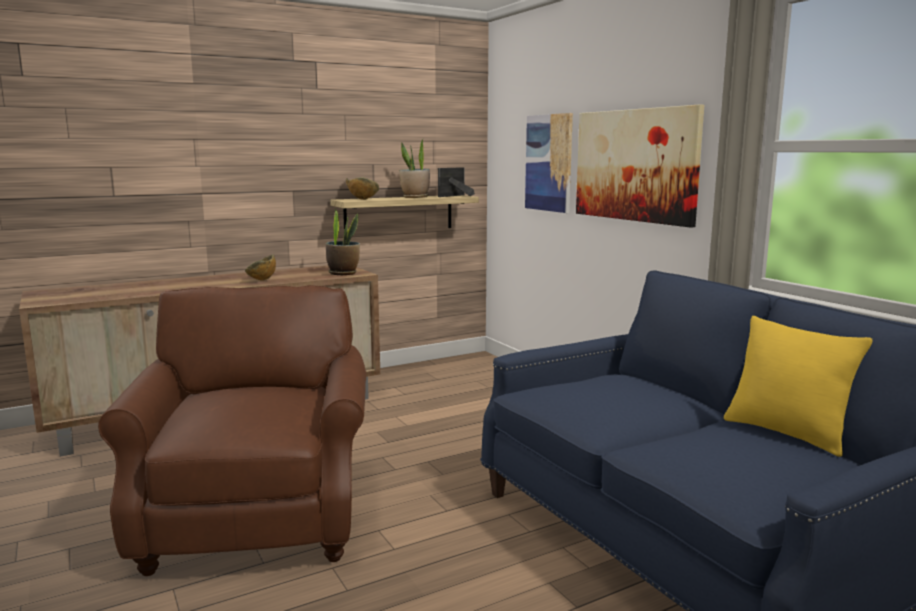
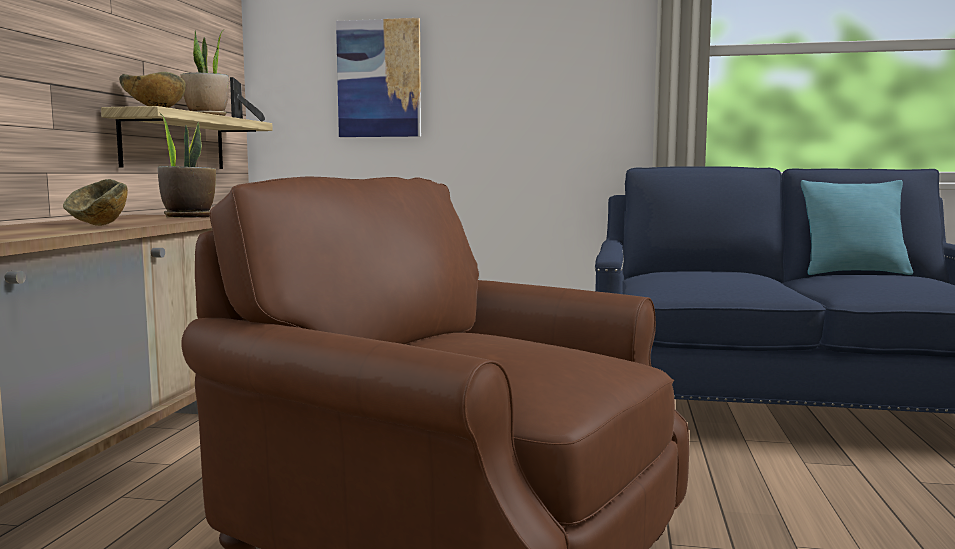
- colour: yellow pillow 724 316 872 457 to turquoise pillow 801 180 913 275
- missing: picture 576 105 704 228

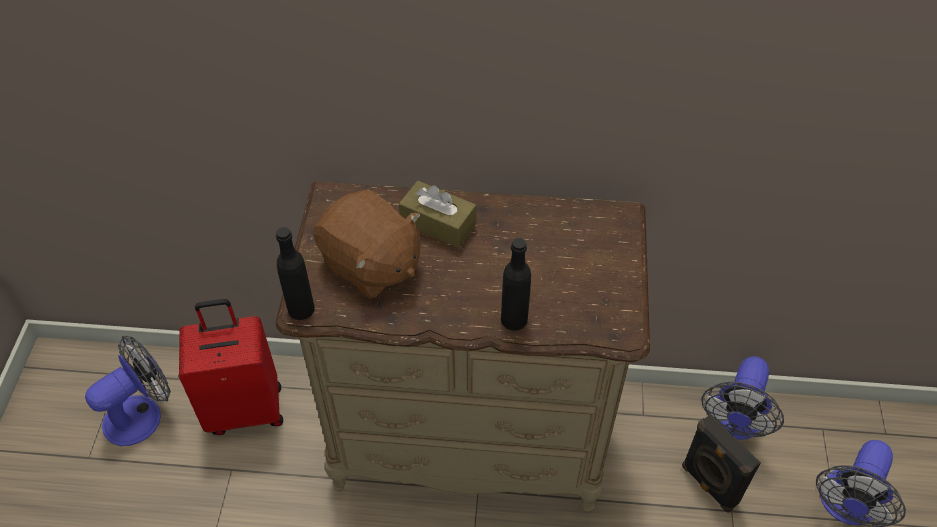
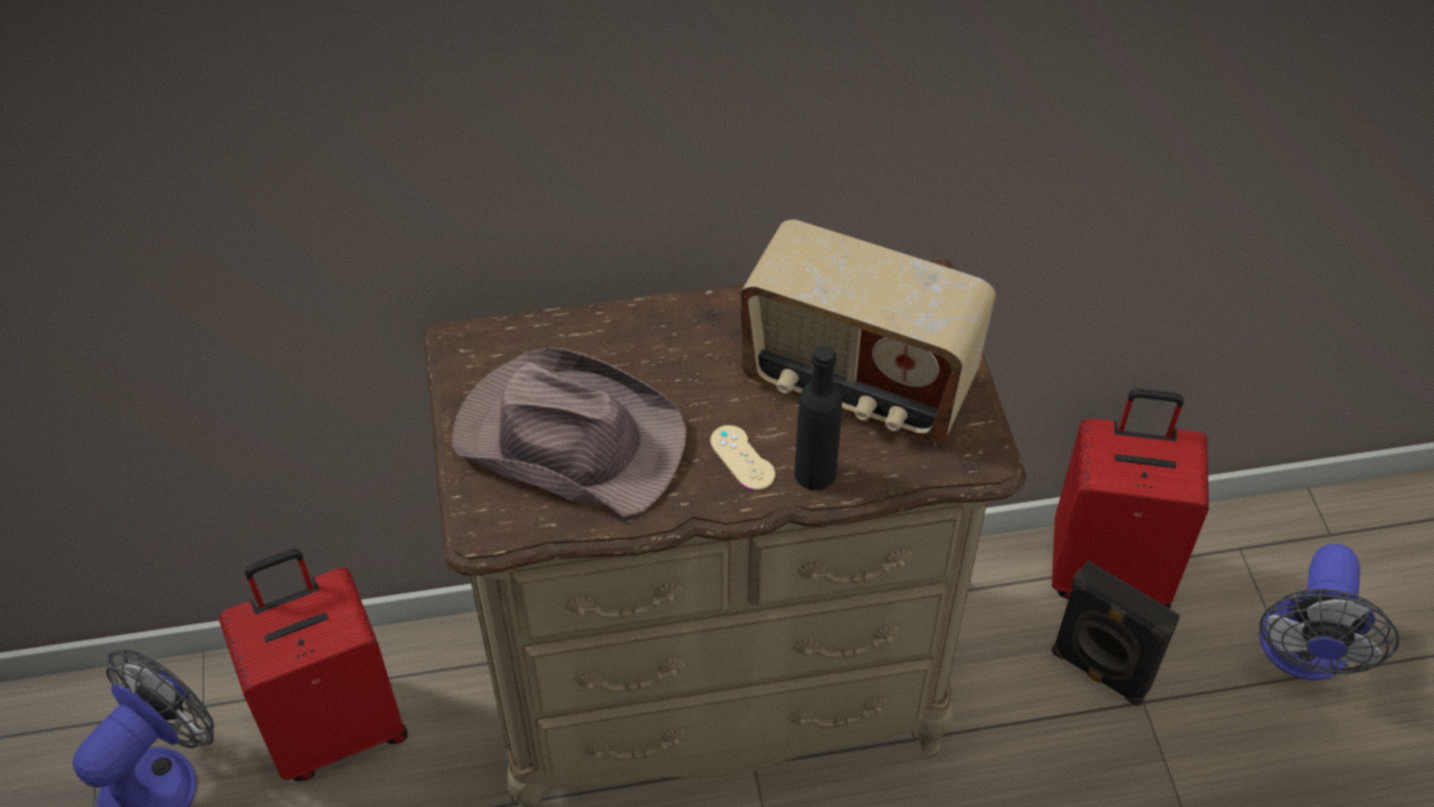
- exchanged: brown plush toy 313 190 421 299 to brown hat 452 347 687 518
- appeared: beige game controller 710 425 775 490
- appeared: radio 741 220 996 443
- exchanged: fan 701 356 784 440 to red suitcase 1052 389 1209 609
- missing: black bottle 276 227 315 320
- missing: brown tissue box 399 180 477 248

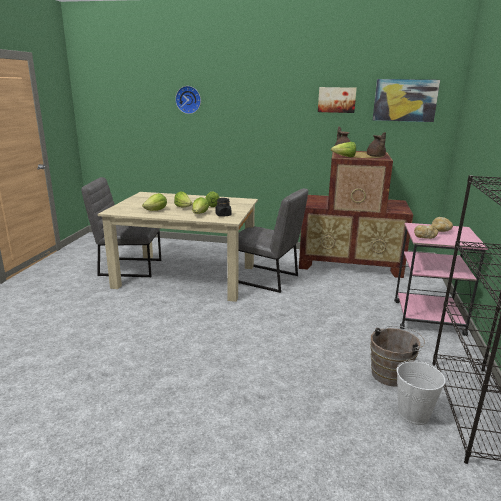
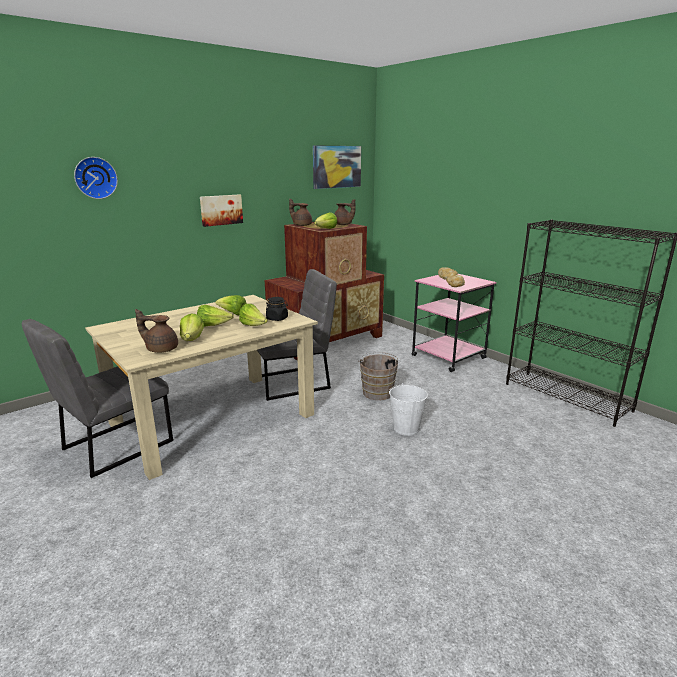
- appeared: brown teapot 135 309 178 353
- relocated: picture 318 87 357 113 to 200 195 243 227
- relocated: brown bucket 370 326 425 387 to 358 352 401 400
- relocated: white bucket 397 360 445 425 to 389 383 428 436

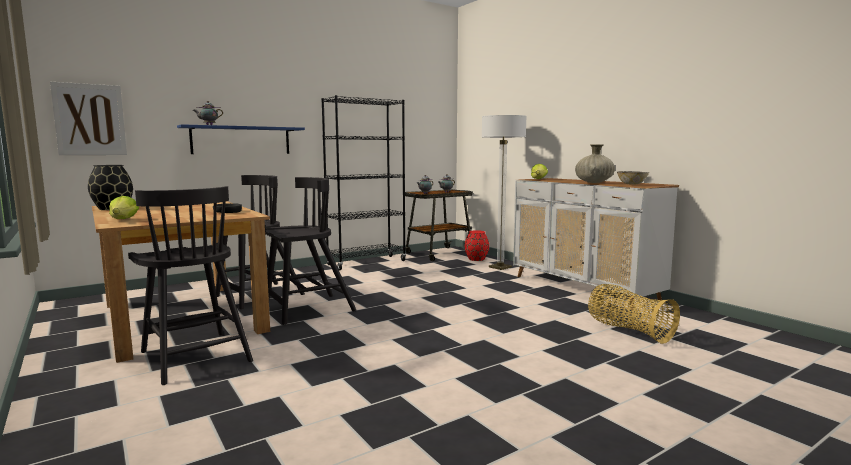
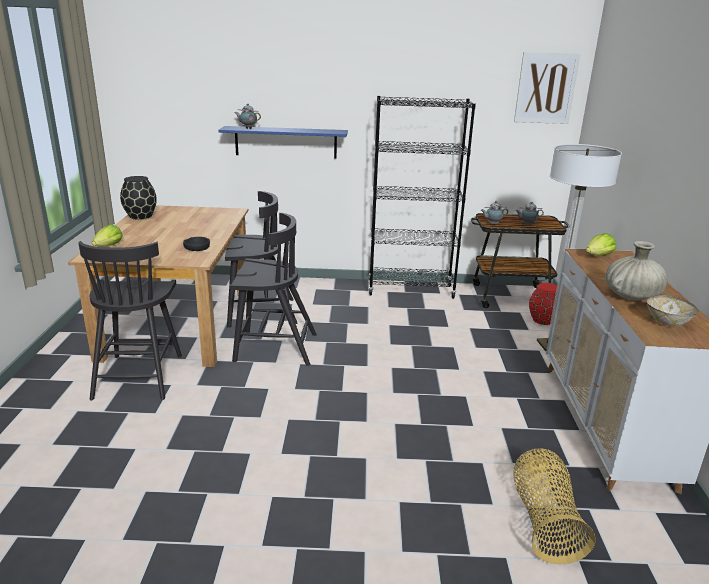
- relocated: picture 50 82 127 155 to 514 52 580 124

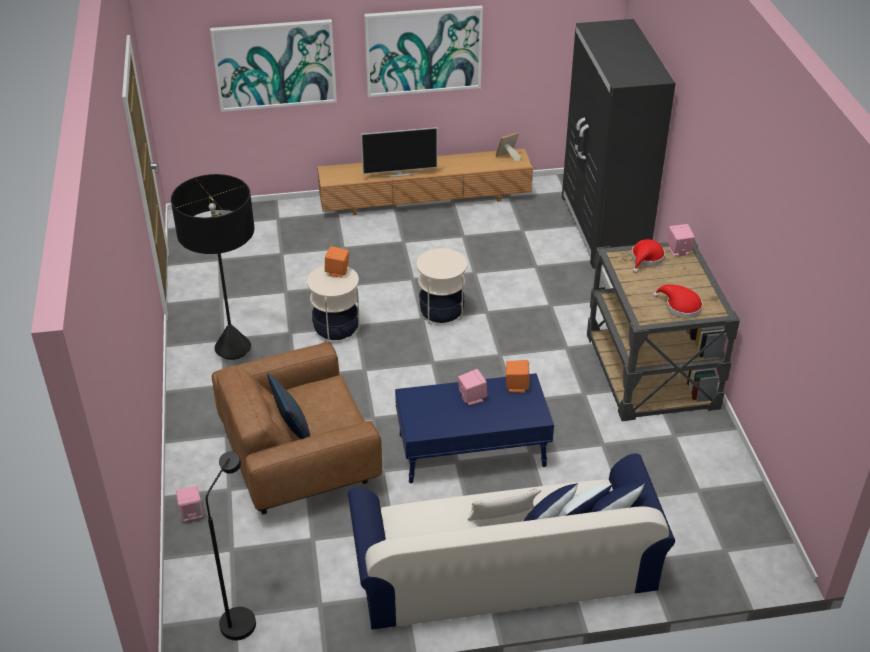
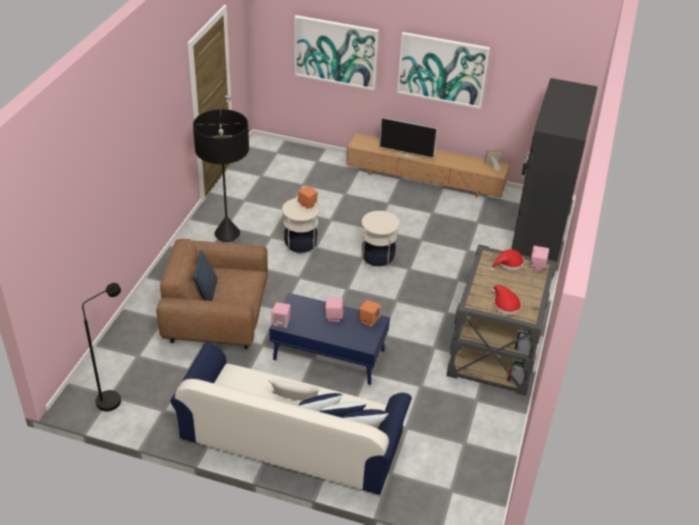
- relocated: pink speaker 176 486 203 522 to 272 302 290 328

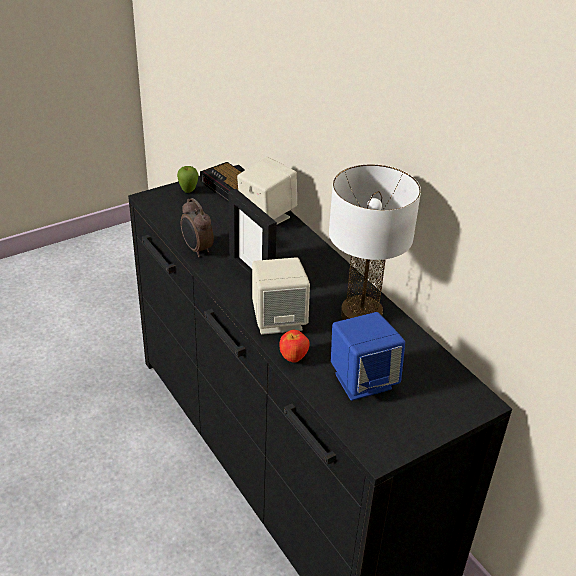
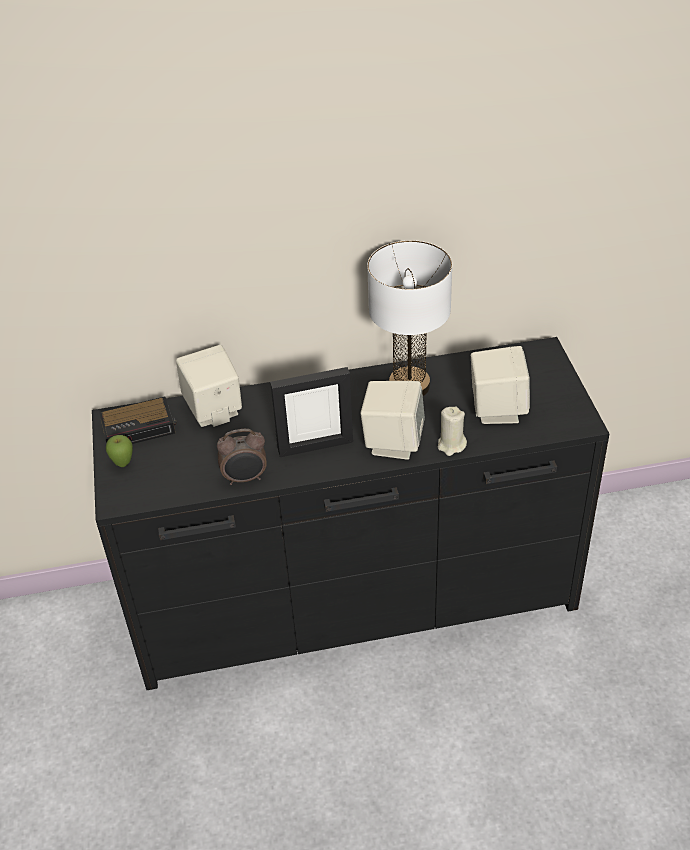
- exchanged: apple 279 330 310 363 to beige candle 438 407 467 456
- colour: blue speaker 331 312 405 401 to beige speaker 471 346 530 424

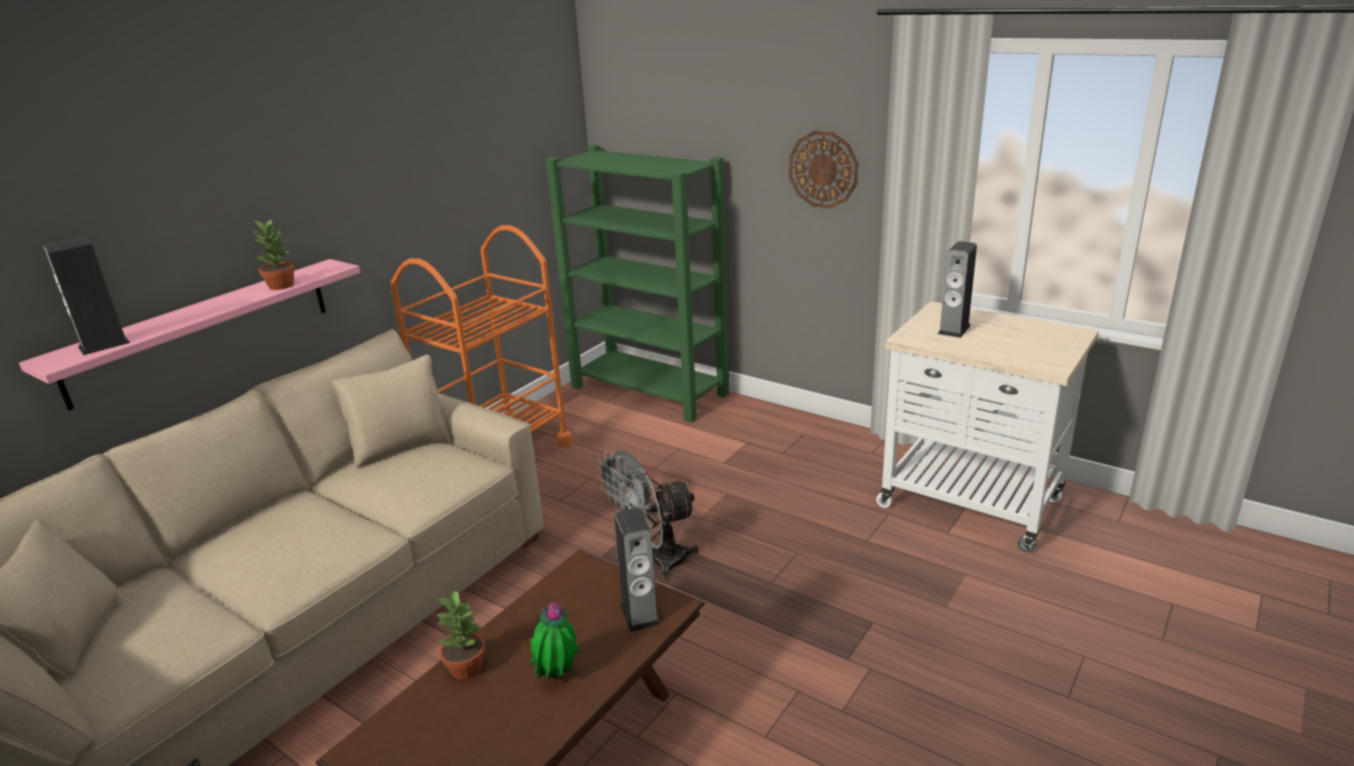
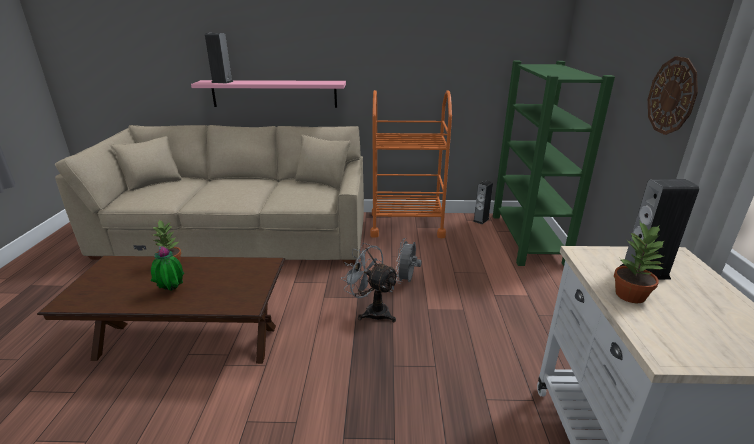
- relocated: speaker 614 508 660 632 to 473 180 493 224
- relocated: potted plant 251 219 295 290 to 614 220 665 303

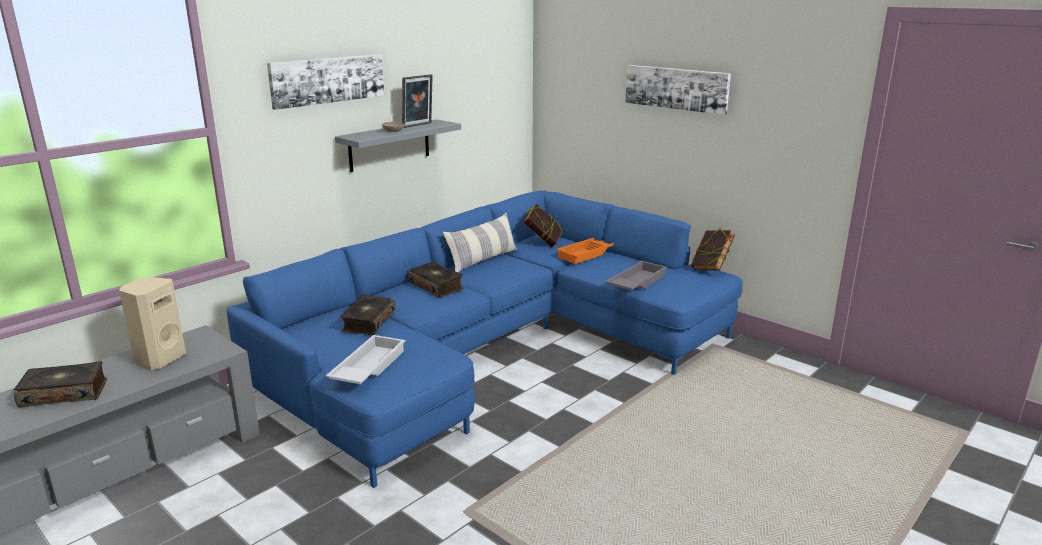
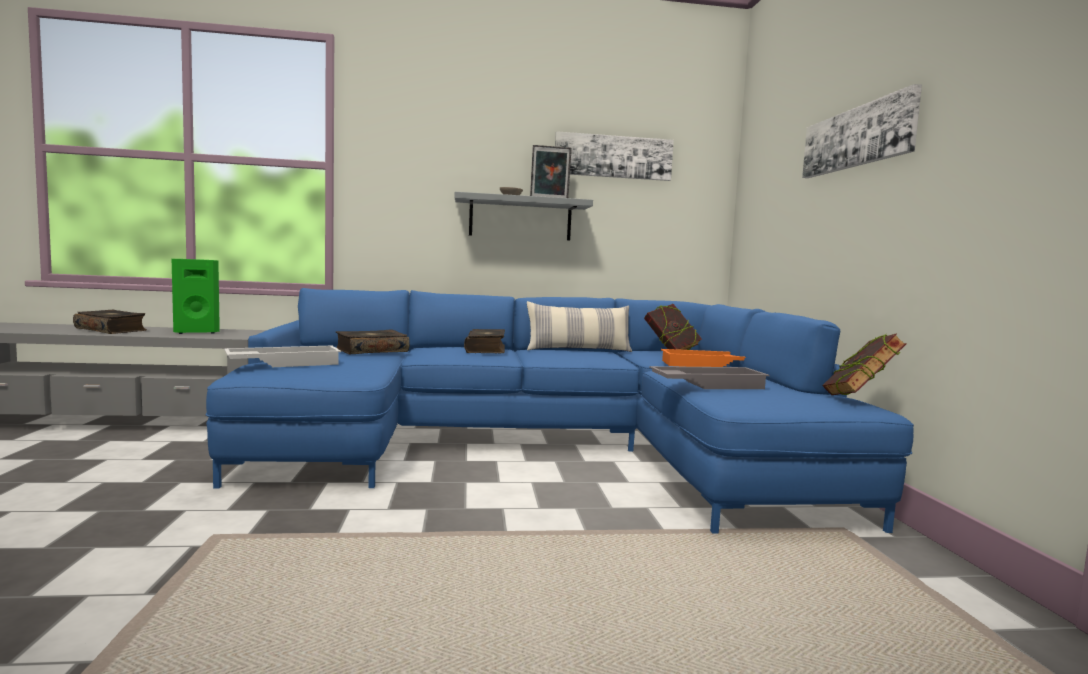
- colour: beige speaker 119 277 186 370 to green speaker 172 259 220 334
- relocated: picture 267 54 384 110 to 555 131 674 181

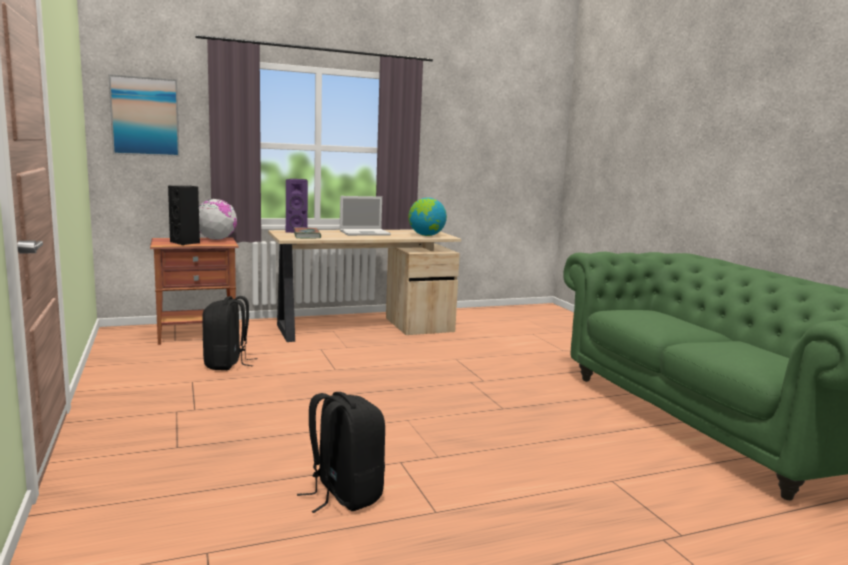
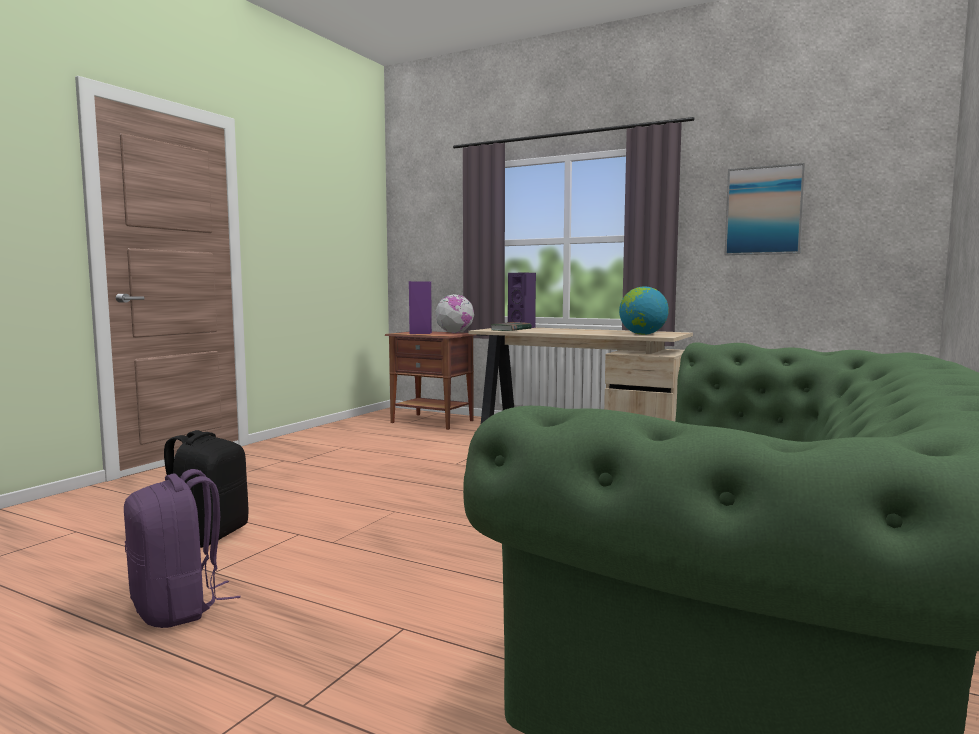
- appeared: purple backpack 124 469 240 628
- colour: black speaker 168 186 200 245 to purple speaker 409 281 432 334
- relocated: picture 108 74 180 157 to 725 163 805 255
- missing: black backpack 202 296 258 370
- missing: laptop 340 196 391 236

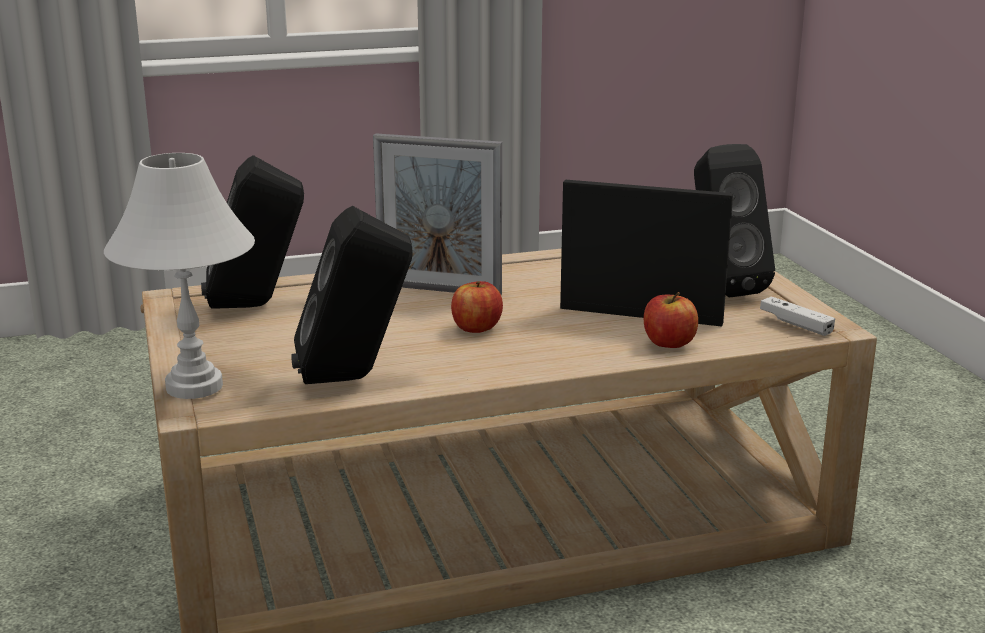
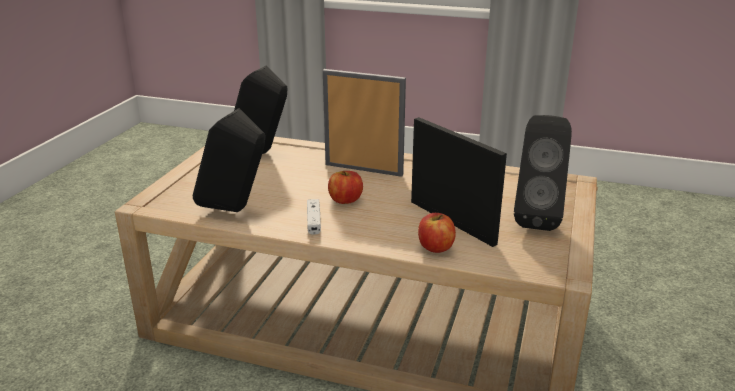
- relocated: white game controller 760 296 835 336 to 307 199 321 234
- spun: picture frame 373 133 502 295 = 323 69 406 177 150 degrees clockwise
- missing: white table lamp 104 153 255 399

